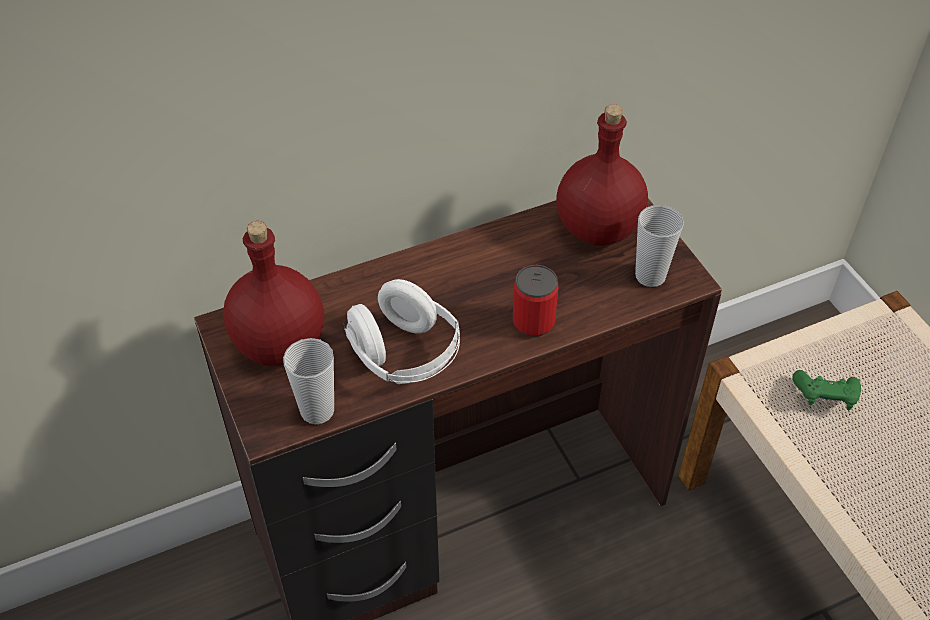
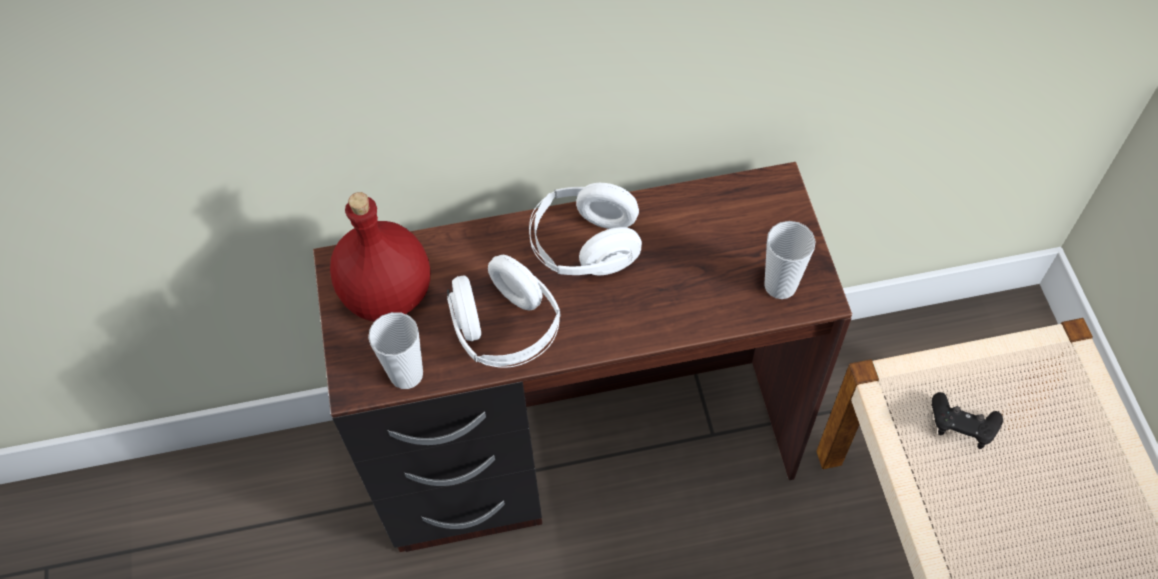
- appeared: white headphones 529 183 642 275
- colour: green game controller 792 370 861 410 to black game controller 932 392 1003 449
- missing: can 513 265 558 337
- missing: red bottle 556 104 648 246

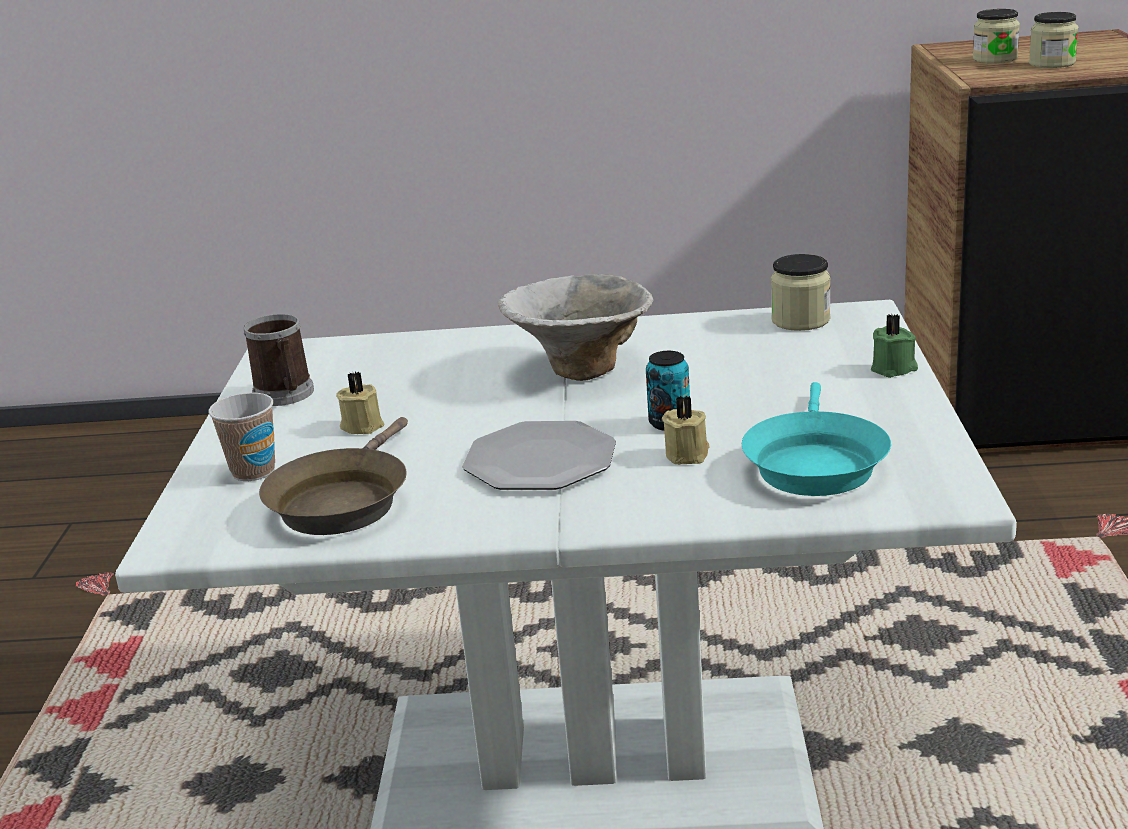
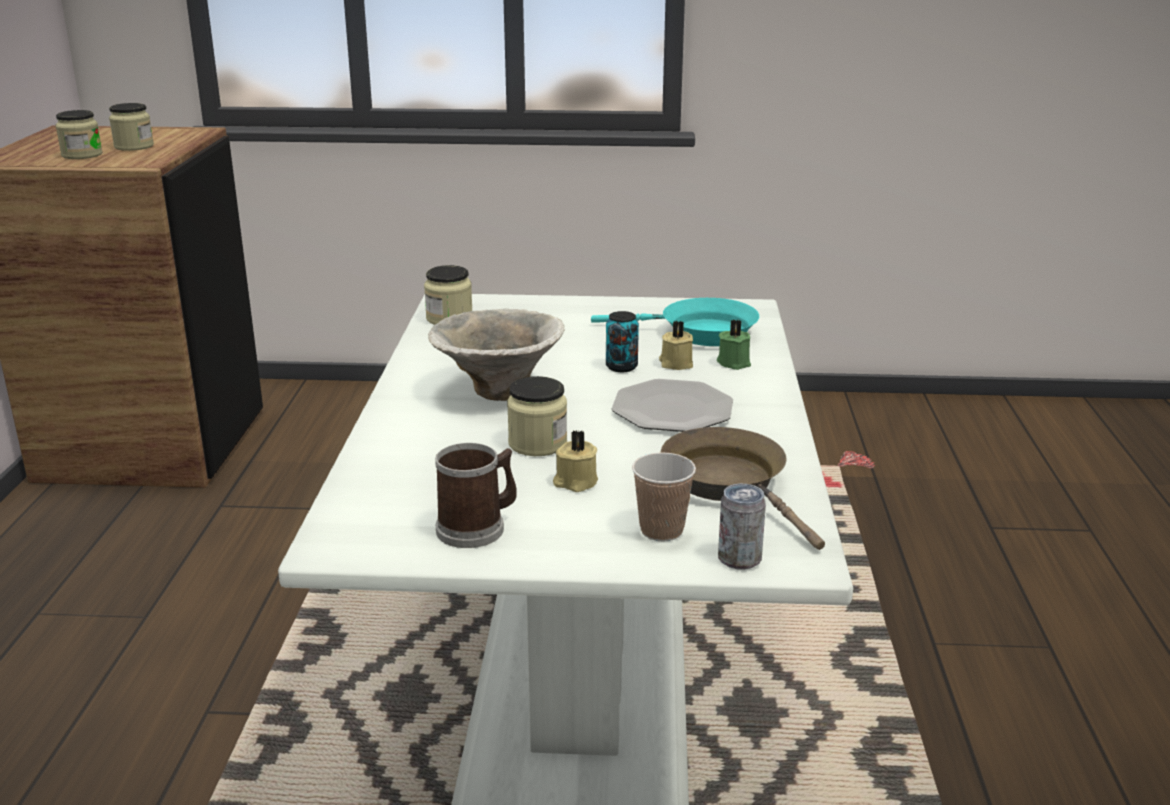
- appeared: jar 507 376 567 456
- spun: brown frying pan 259 417 408 535 = 660 427 825 550 135 degrees counterclockwise
- relocated: green candle 871 314 918 378 to 717 319 751 370
- appeared: can 718 484 766 570

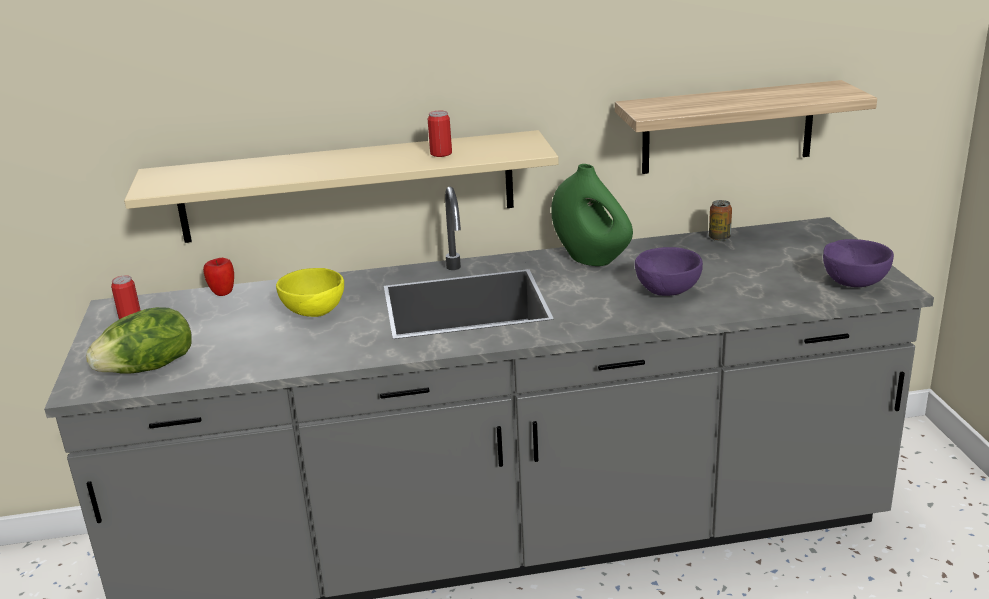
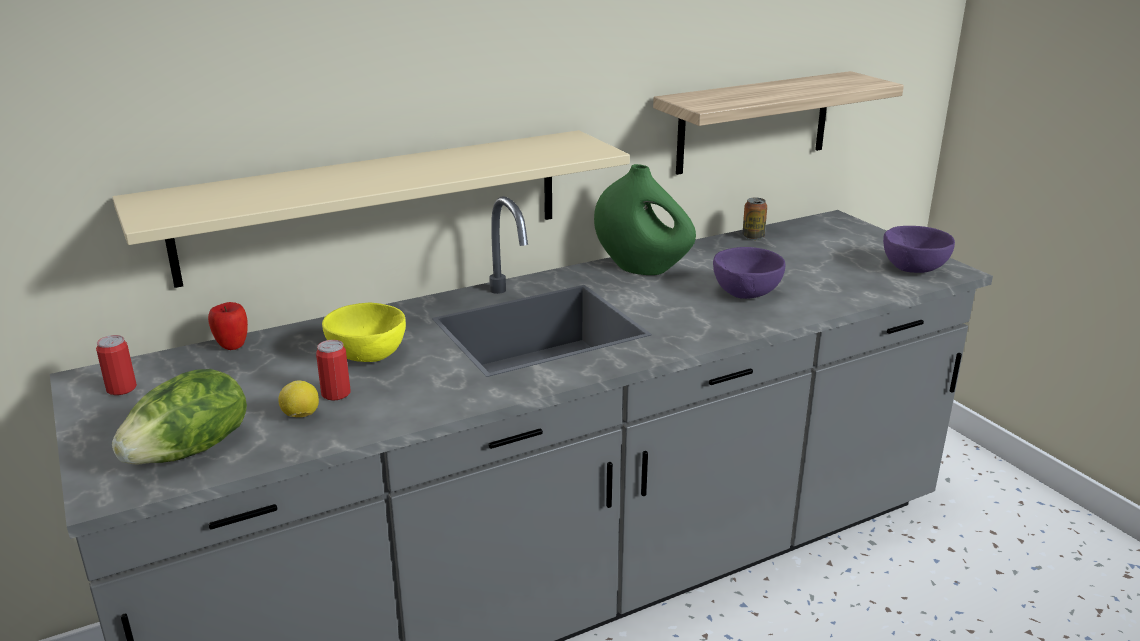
- appeared: lemon 278 380 319 417
- relocated: can 428 111 452 157 to 316 340 351 401

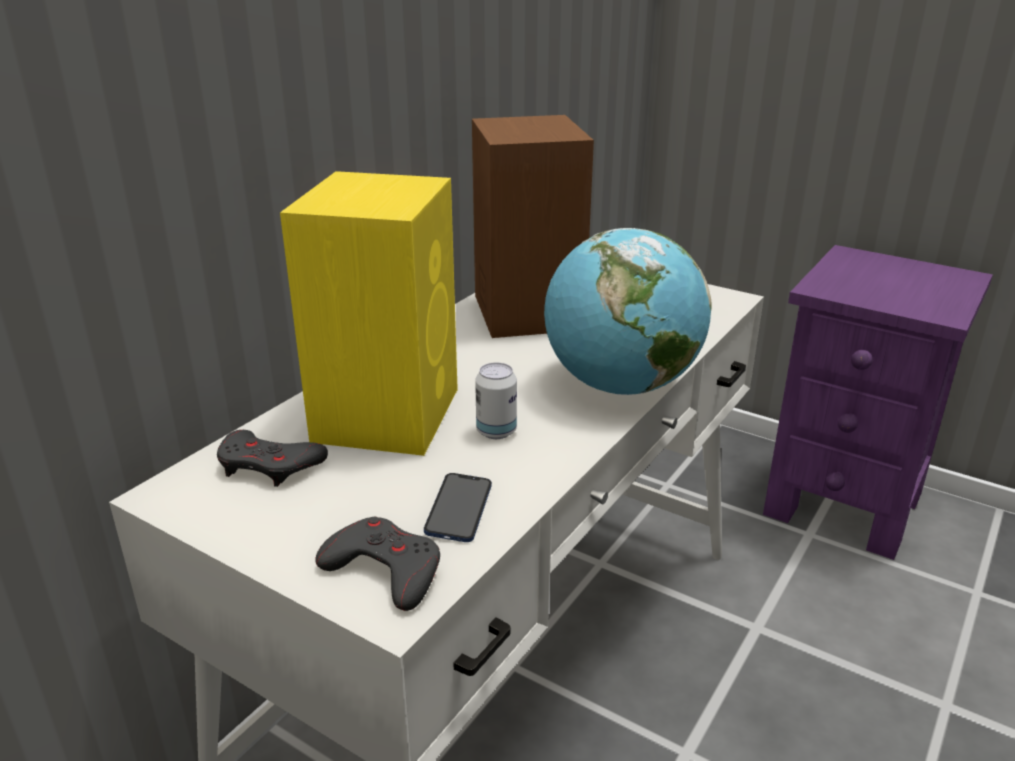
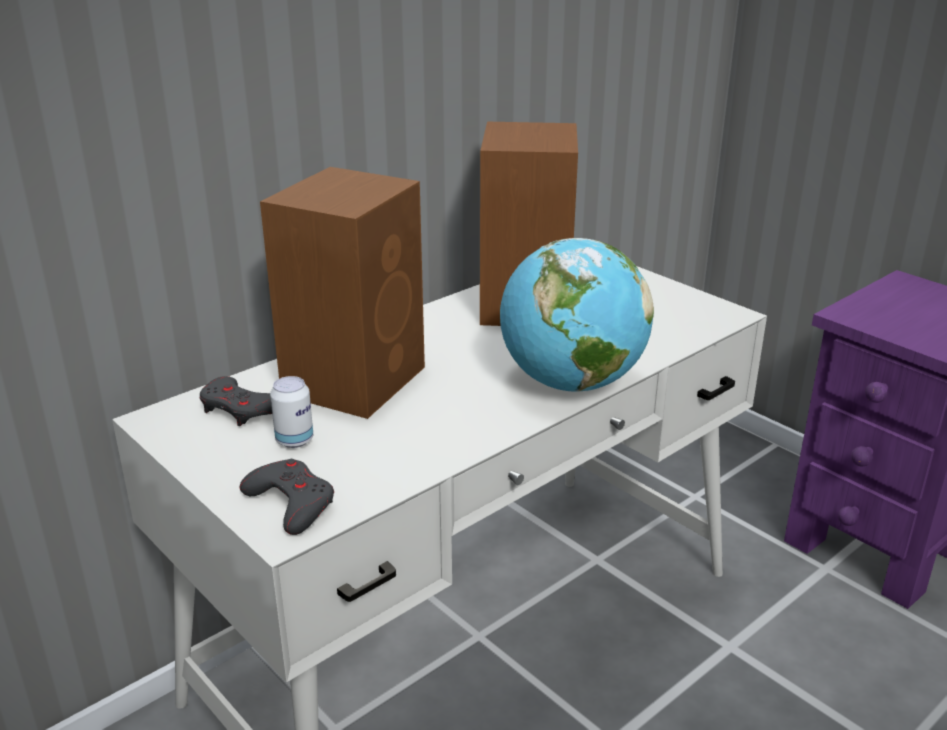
- colour: yellow speaker 280 171 458 456 to brown speaker 260 167 425 419
- relocated: can 475 363 517 439 to 270 376 313 448
- missing: phone 424 473 492 542

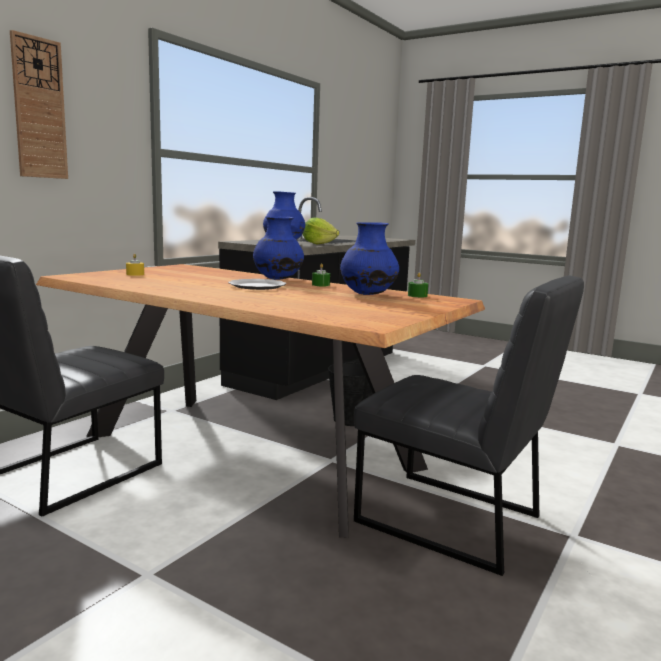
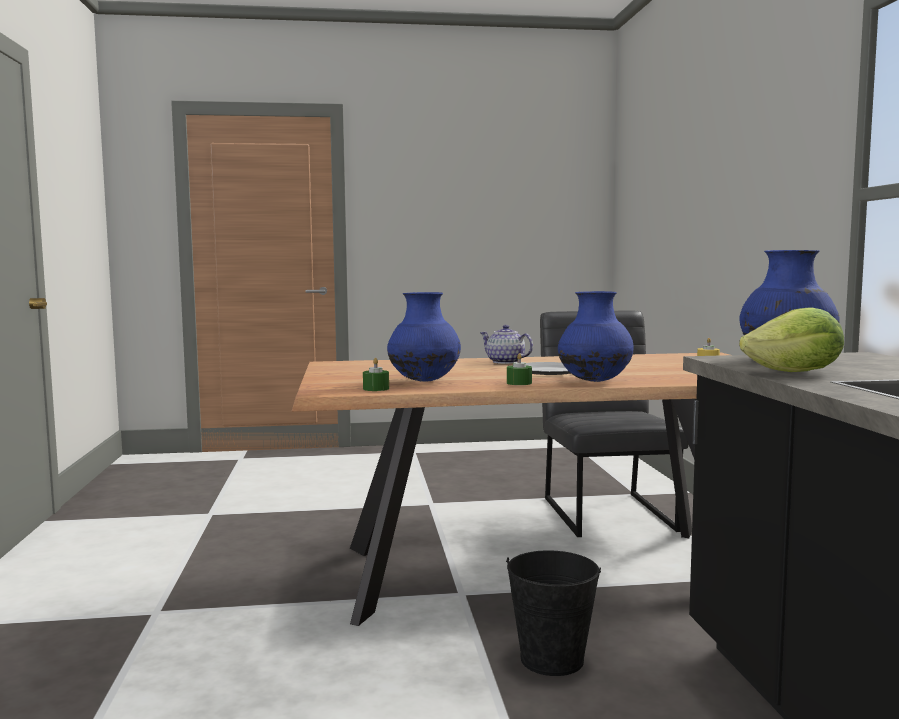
- appeared: teapot 480 325 533 364
- missing: wall clock 10 30 68 179
- missing: grey chair 354 275 584 576

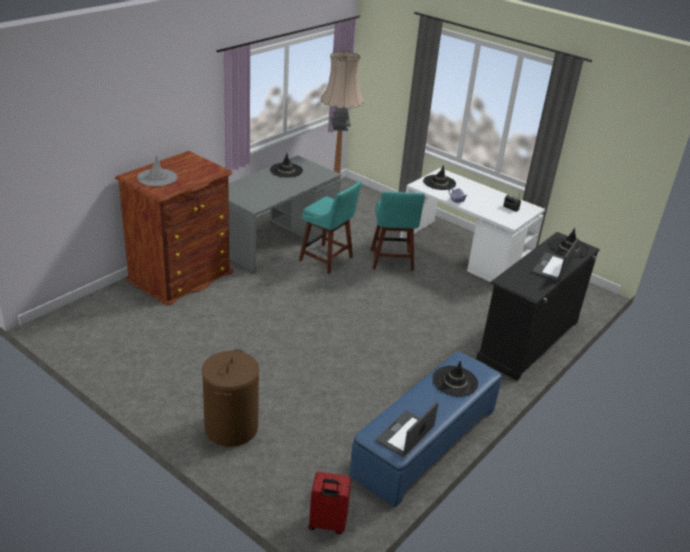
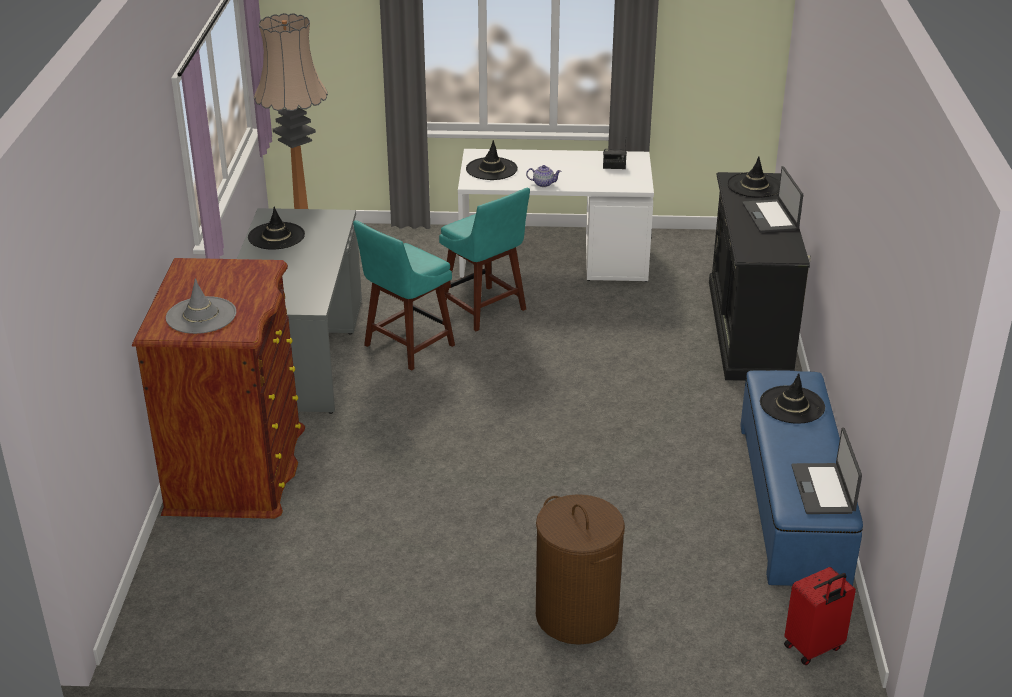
- spun: turquoise chair 299 181 362 274 = 353 220 455 370 135 degrees clockwise

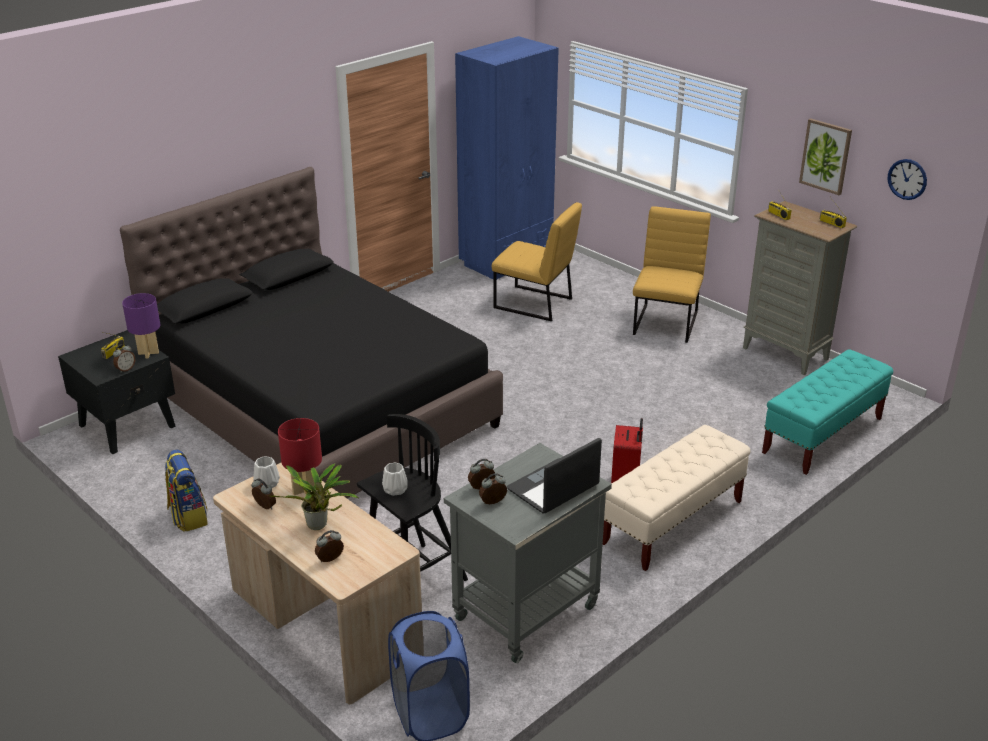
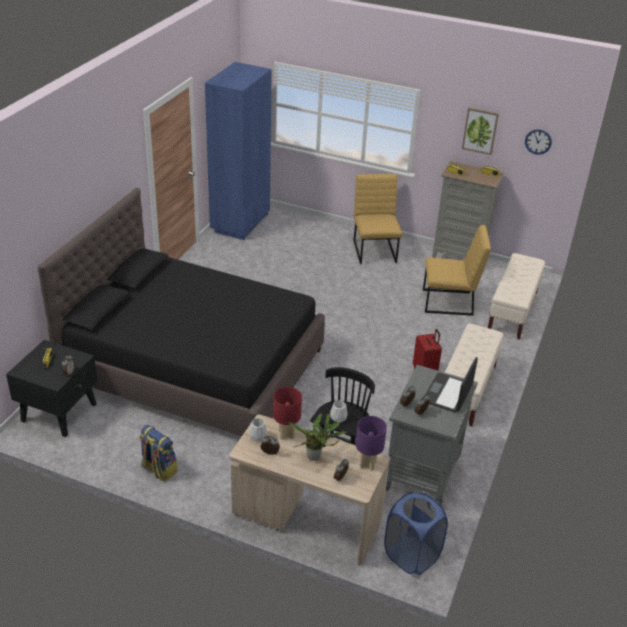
- relocated: purple table lamp 122 293 160 359 to 356 416 387 471
- relocated: yellow chair 492 202 582 321 to 423 225 491 316
- colour: turquoise bench 762 349 893 475 to beige bench 488 253 545 340

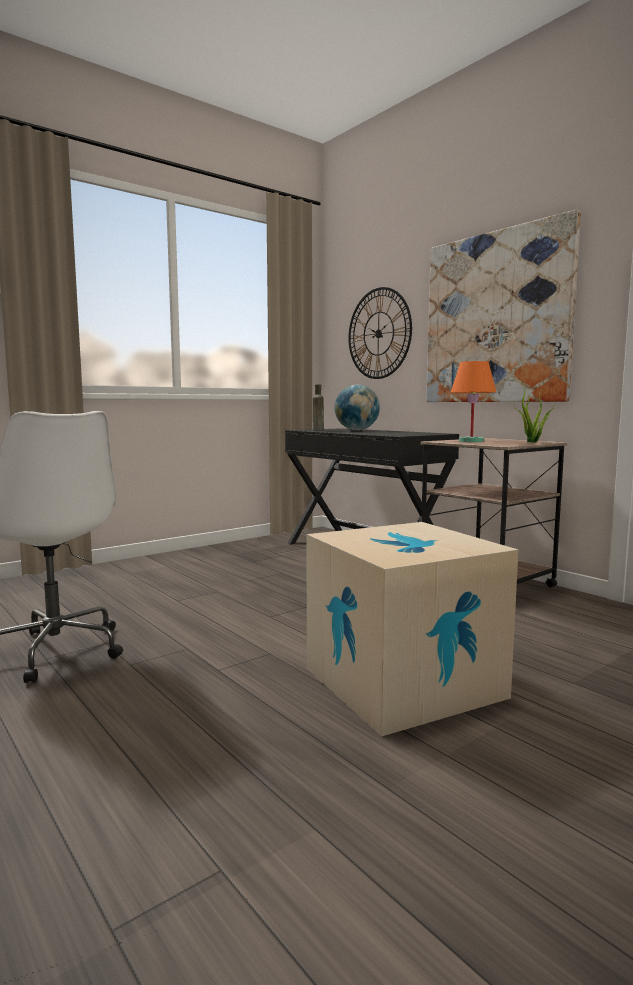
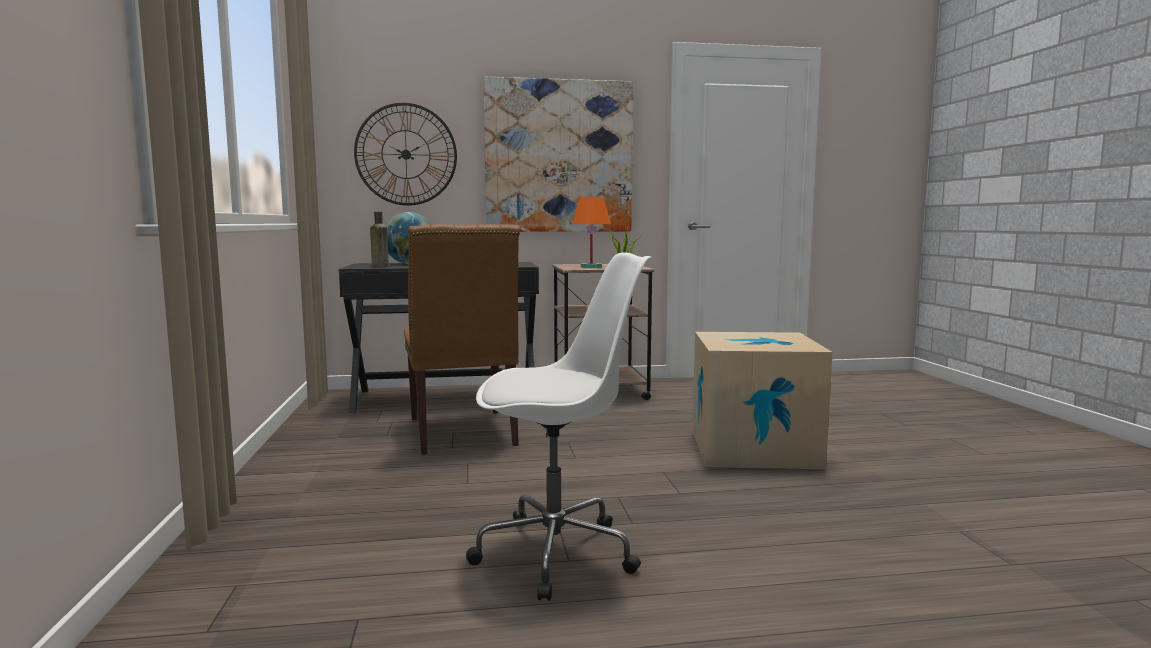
- appeared: brown chair 404 224 520 455

